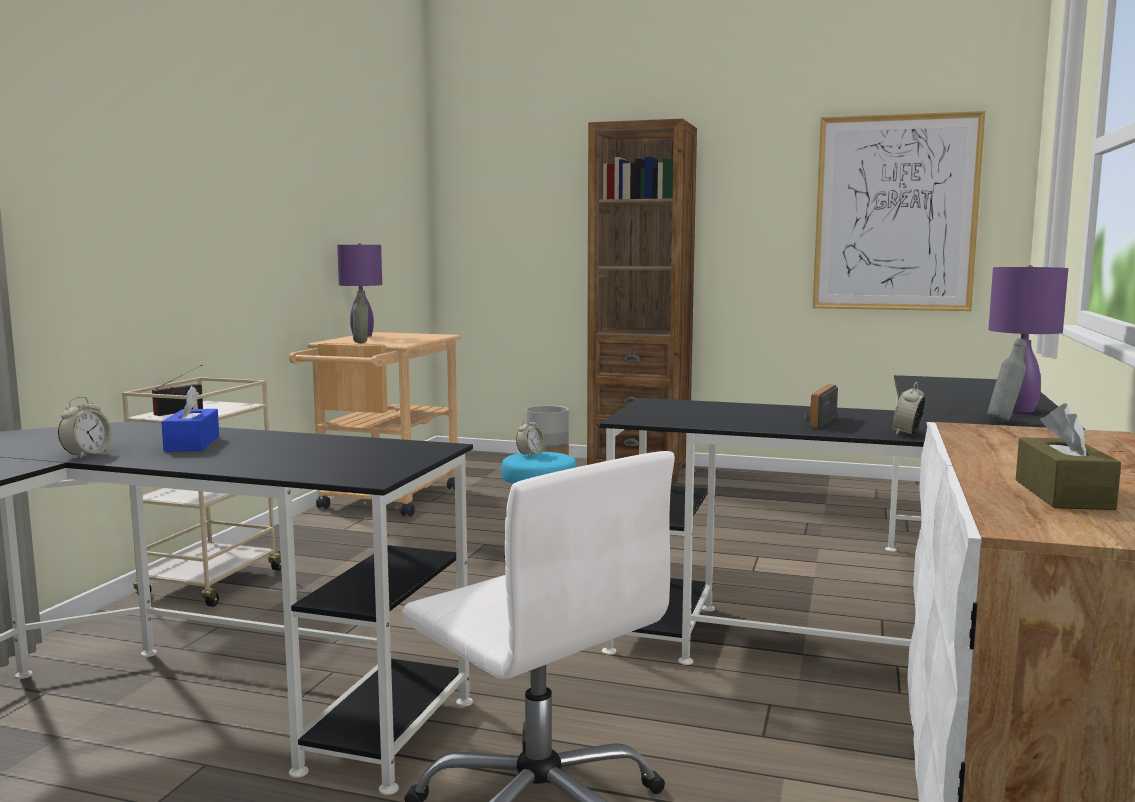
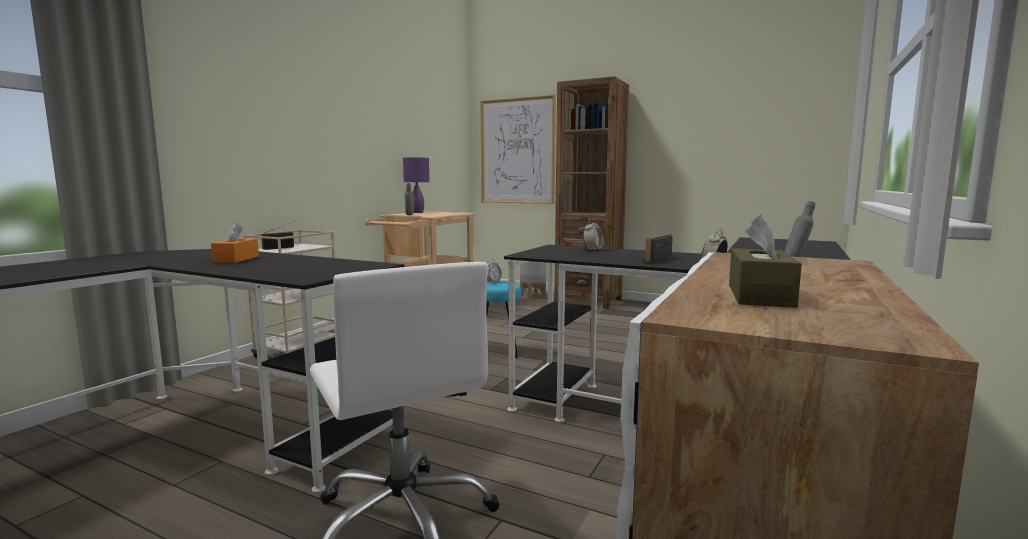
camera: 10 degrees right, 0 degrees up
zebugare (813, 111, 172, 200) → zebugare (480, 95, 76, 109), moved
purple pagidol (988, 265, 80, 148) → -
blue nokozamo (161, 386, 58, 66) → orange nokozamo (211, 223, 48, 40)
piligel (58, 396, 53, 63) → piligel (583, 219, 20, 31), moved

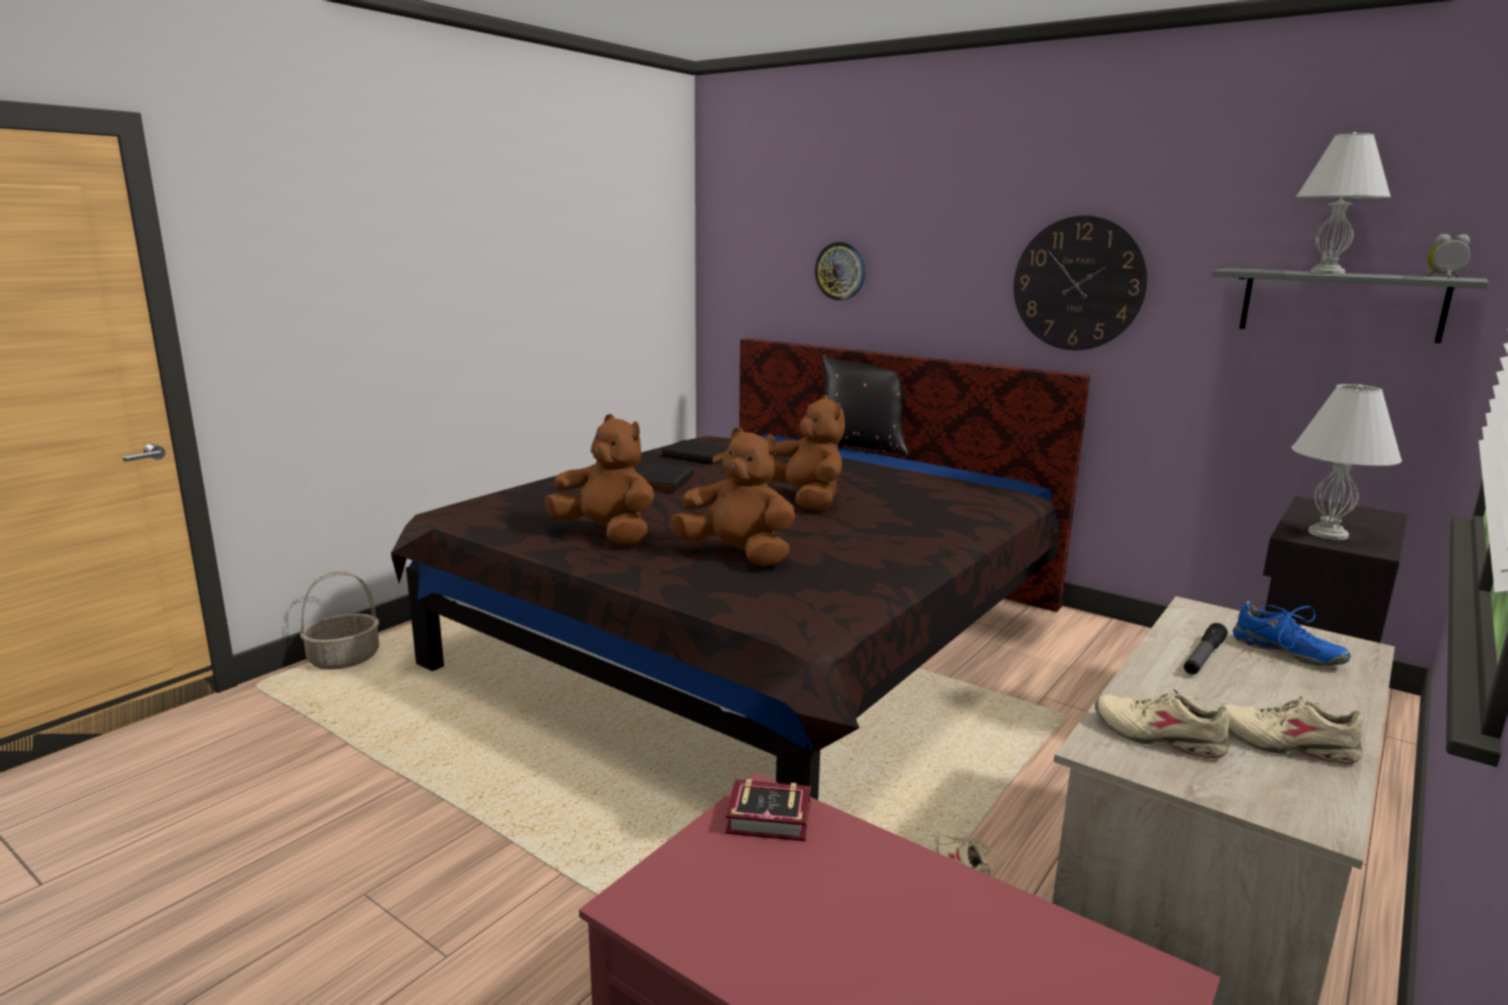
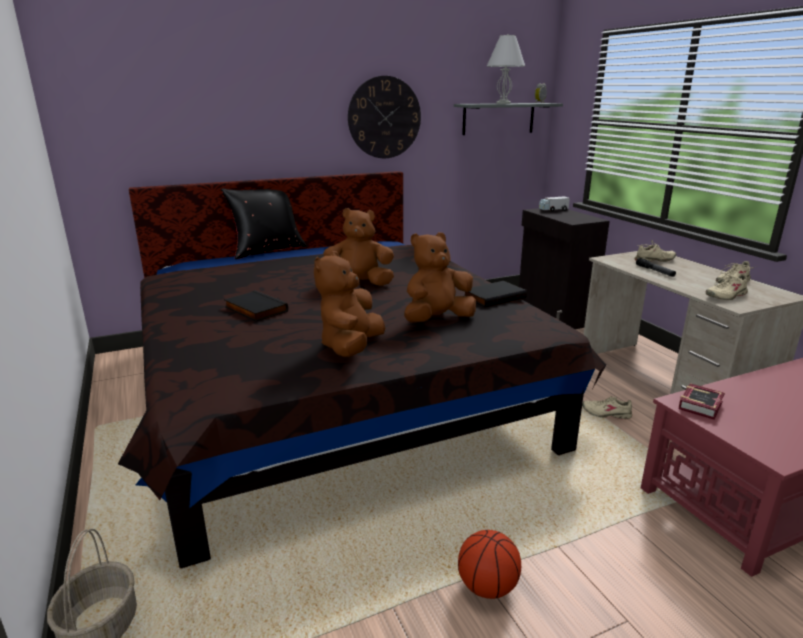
camera: 60 degrees left, 5 degrees up
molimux (815, 242, 51, 58) → -
white pagidol (1292, 384, 110, 156) → -
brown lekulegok (545, 414, 109, 131) → brown lekulegok (314, 251, 71, 106), 45 degrees counterclockwise
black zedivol (662, 440, 66, 25) → black zedivol (464, 281, 63, 26), moved
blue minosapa (1233, 601, 118, 65) → beige minosapa (634, 240, 42, 22)
- → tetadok (539, 196, 31, 16)
- → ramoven (458, 530, 63, 69)

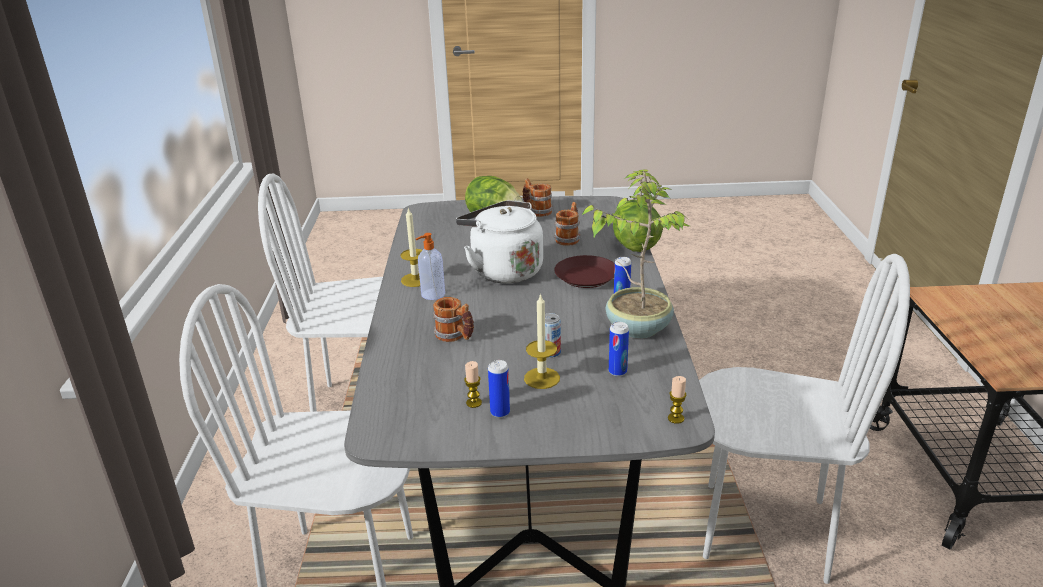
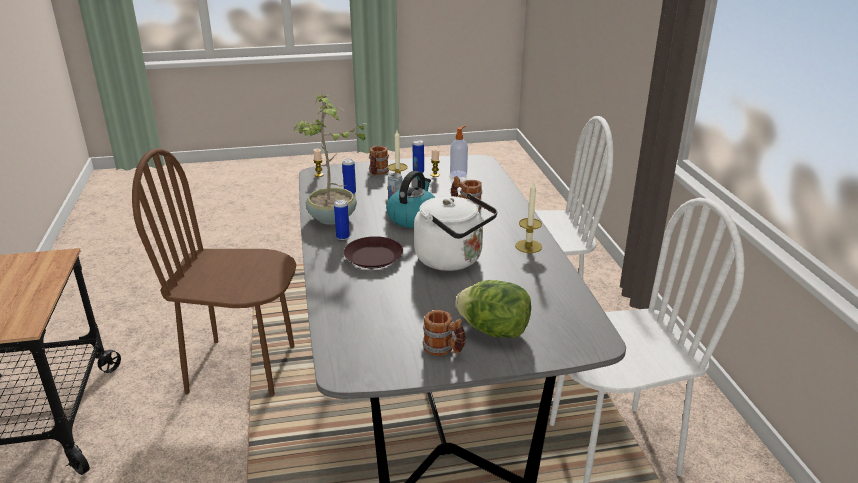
camera: 170 degrees right, 0 degrees up
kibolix (613, 200, 50, 52) → -
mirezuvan (554, 202, 26, 44) → mirezuvan (369, 146, 20, 30), moved
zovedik (416, 233, 29, 67) → zovedik (450, 126, 18, 51), moved
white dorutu (699, 254, 211, 330) → brown dorutu (132, 148, 164, 248)
- → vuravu (386, 171, 49, 57)

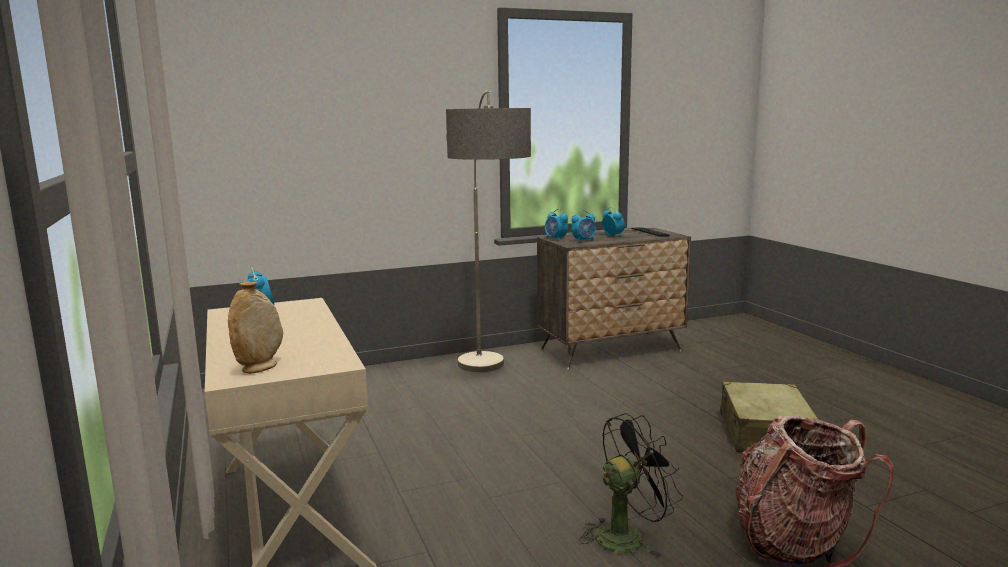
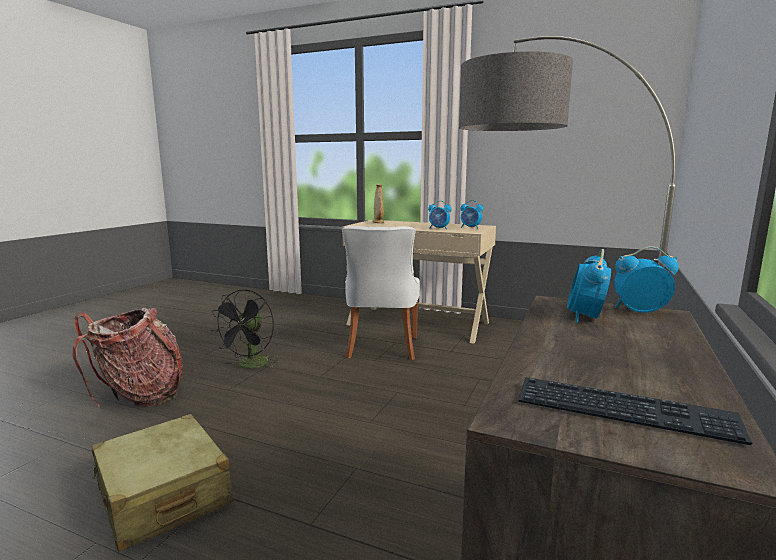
camera: 135 degrees right, 0 degrees up
piligel (602, 207, 23, 30) → piligel (428, 201, 24, 28), moved
- → white dorutu (342, 226, 78, 134)

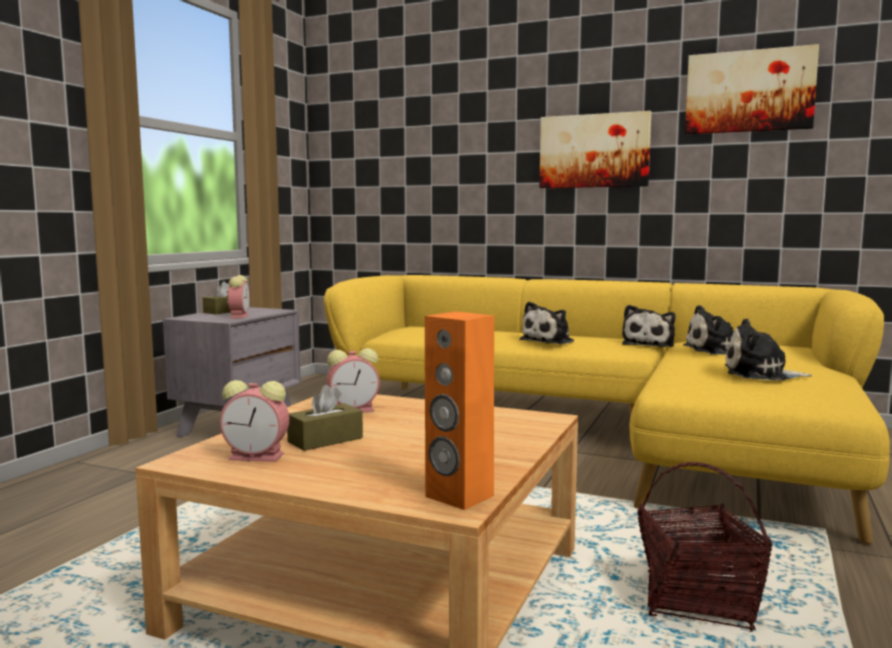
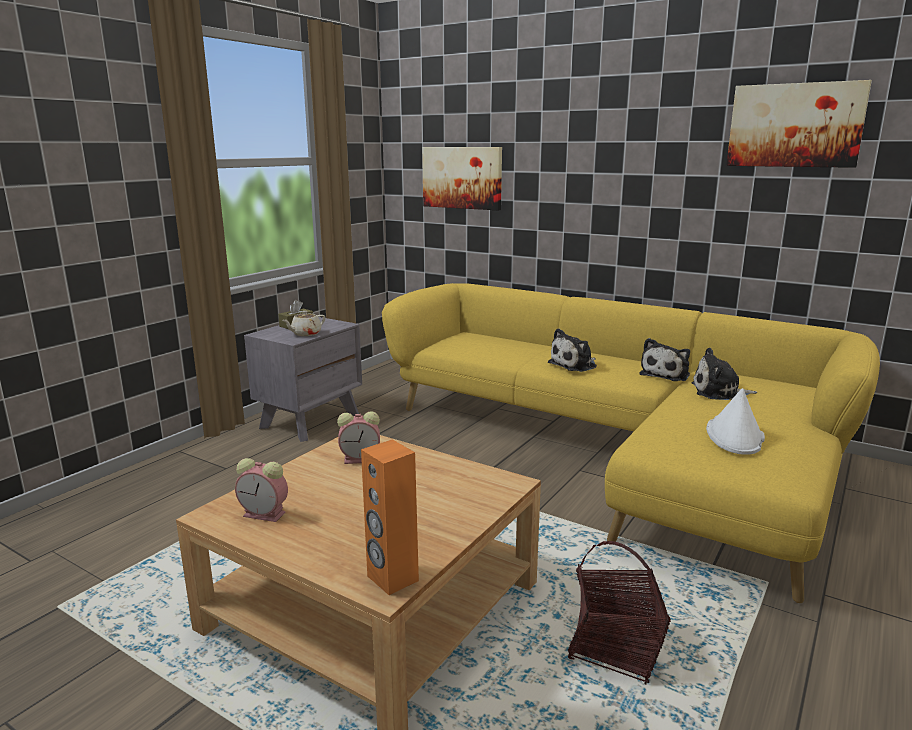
camera: 10 degrees right, 10 degrees up
zebugare (539, 111, 112, 77) → zebugare (422, 147, 80, 63), moved
piligel (227, 275, 22, 43) → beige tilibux (282, 311, 44, 25)
lekulegok (725, 318, 87, 63) → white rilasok (706, 388, 59, 67)
brown nokozamo (287, 385, 76, 66) → -

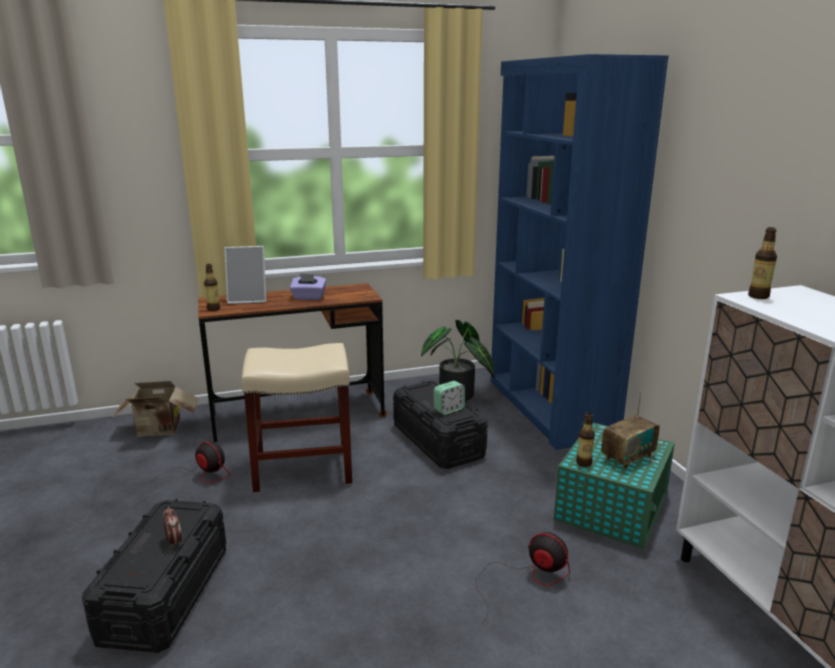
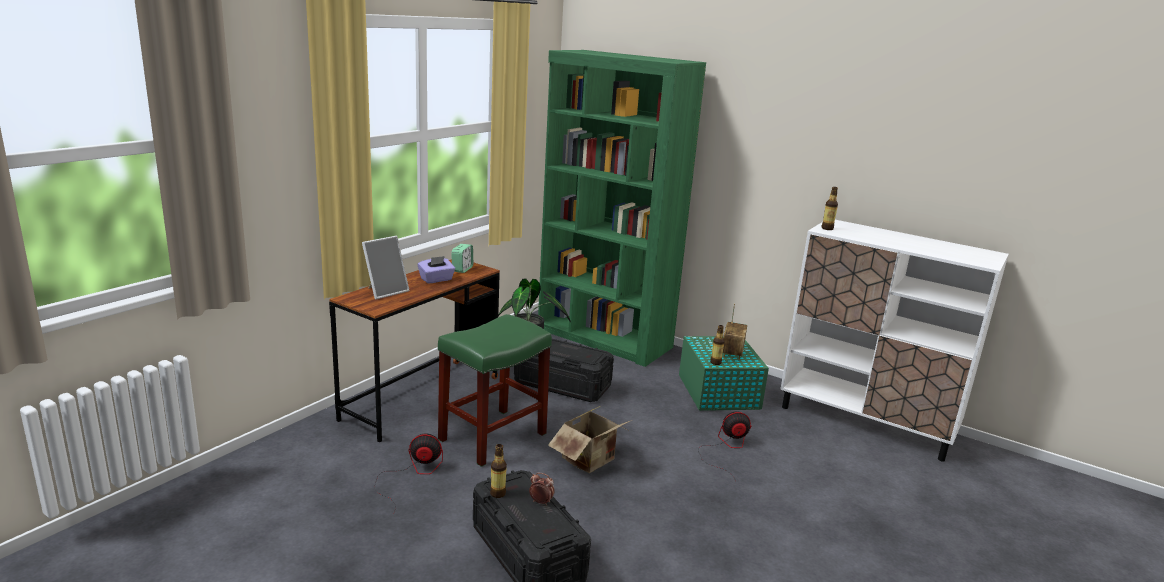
camera: 40 degrees left, 0 degrees up
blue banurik (491, 54, 178, 396) → green banurik (538, 50, 168, 317)
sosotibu (204, 264, 16, 47) → sosotibu (490, 444, 17, 54), moved
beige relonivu (241, 343, 111, 150) → green relonivu (438, 314, 114, 153)
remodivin (112, 381, 87, 56) → remodivin (548, 406, 84, 67), moved
piligel (434, 381, 31, 34) → piligel (451, 244, 22, 29), moved

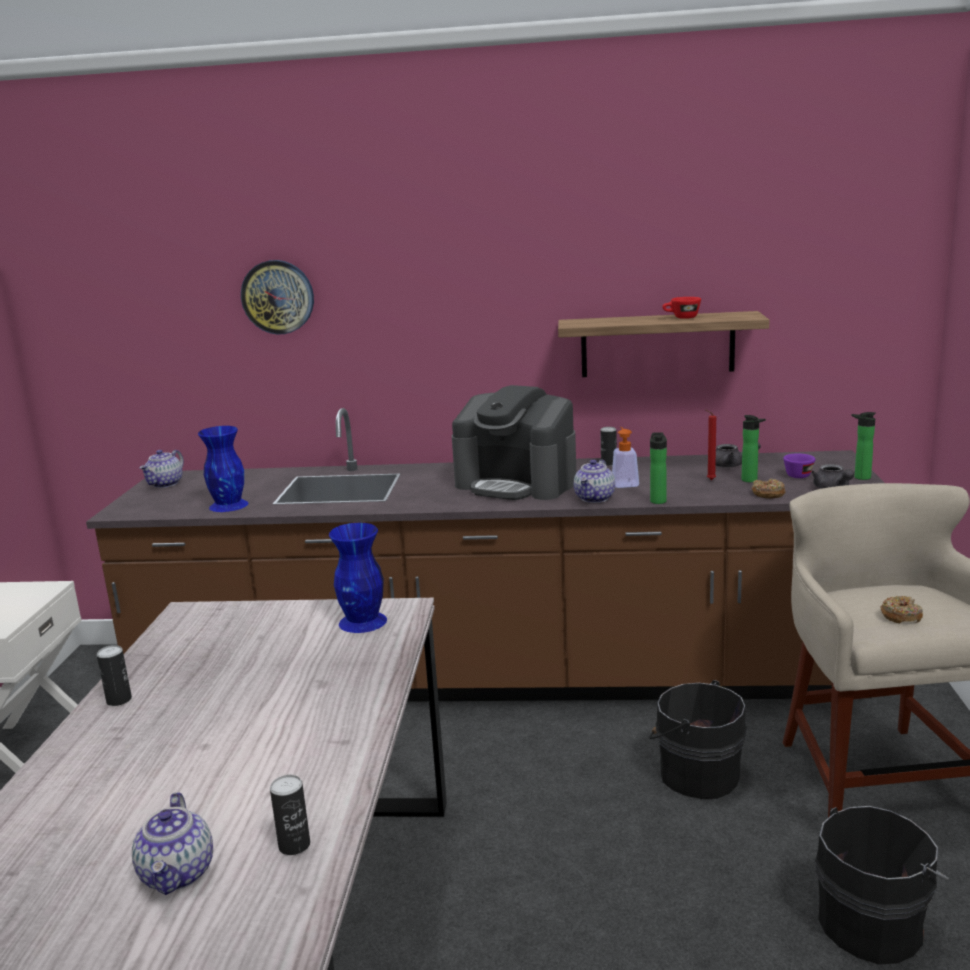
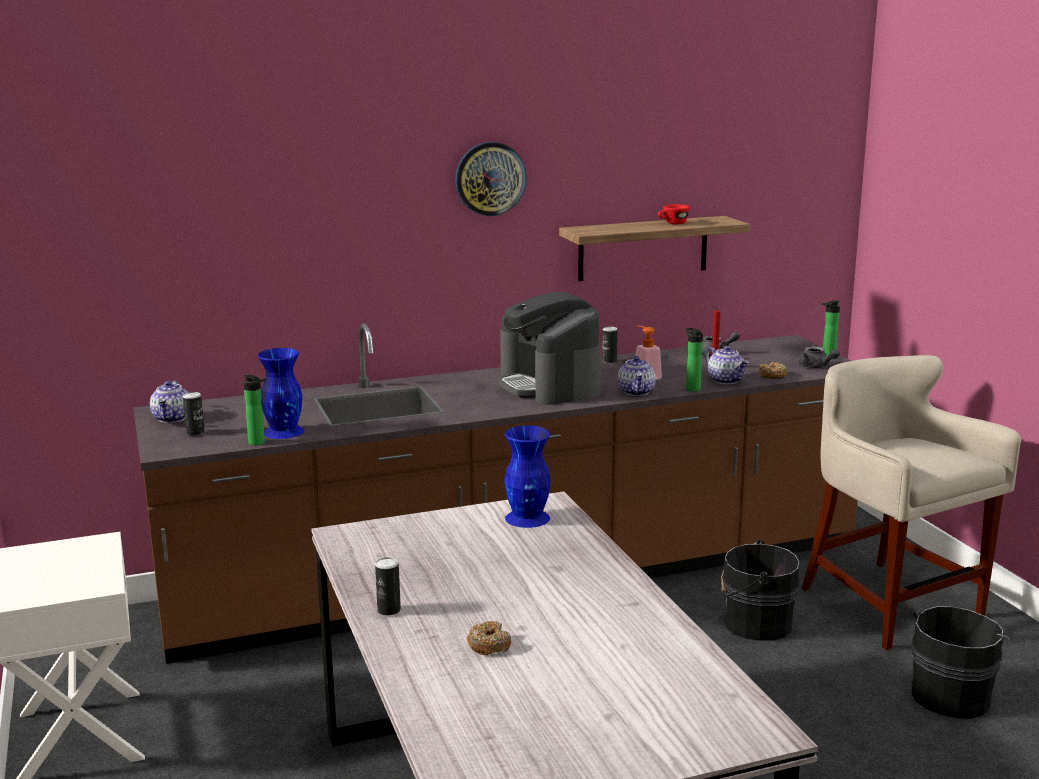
camera: 25 degrees left, 0 degrees up
molimux (241, 260, 73, 75) → molimux (455, 142, 72, 74), moved
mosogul (452, 385, 124, 115) → mosogul (498, 292, 103, 113), 60 degrees clockwise
sosotibu (742, 415, 24, 67) → sosotibu (243, 375, 23, 71), moved
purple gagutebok (783, 453, 33, 25) → -
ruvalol (880, 596, 43, 27) → ruvalol (467, 621, 44, 34), moved
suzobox (270, 775, 40, 80) → suzobox (183, 392, 22, 44), moved
tilibux (132, 792, 81, 103) → tilibux (705, 346, 44, 38), moved

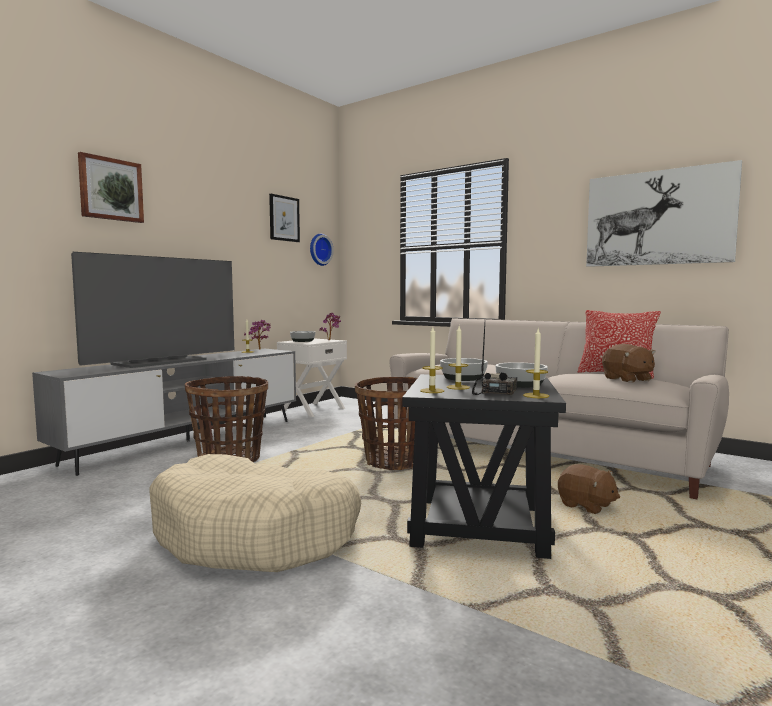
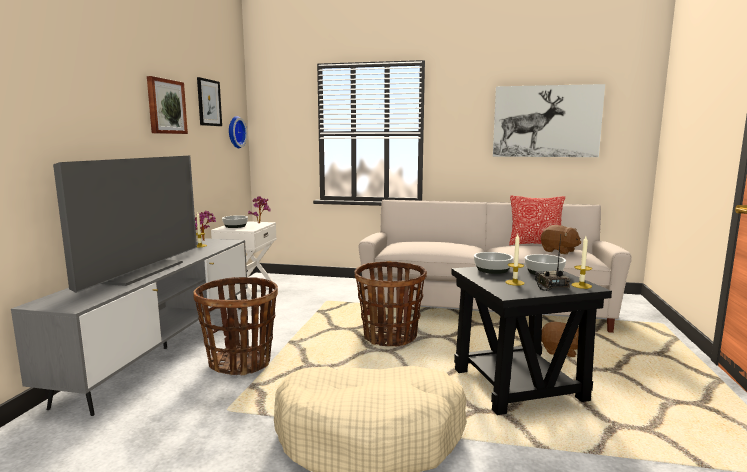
camera: 25 degrees left, 5 degrees up
zebugare (78, 152, 66, 71) → zebugare (147, 76, 41, 58), moved
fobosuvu (420, 327, 24, 66) → -

